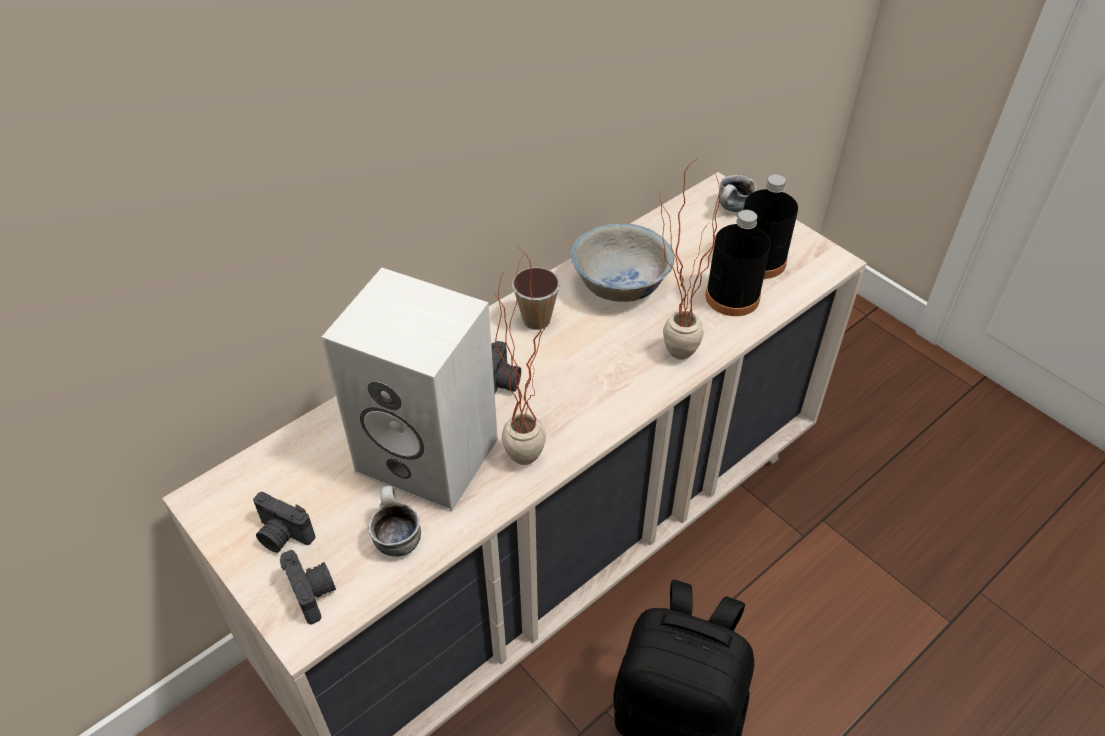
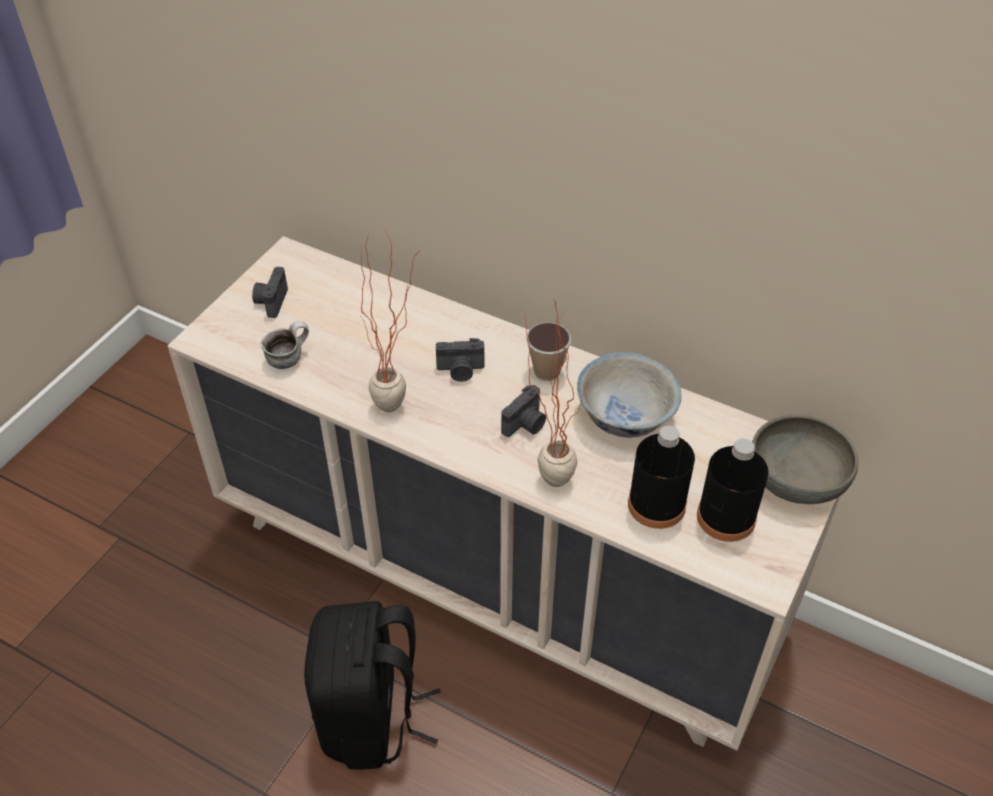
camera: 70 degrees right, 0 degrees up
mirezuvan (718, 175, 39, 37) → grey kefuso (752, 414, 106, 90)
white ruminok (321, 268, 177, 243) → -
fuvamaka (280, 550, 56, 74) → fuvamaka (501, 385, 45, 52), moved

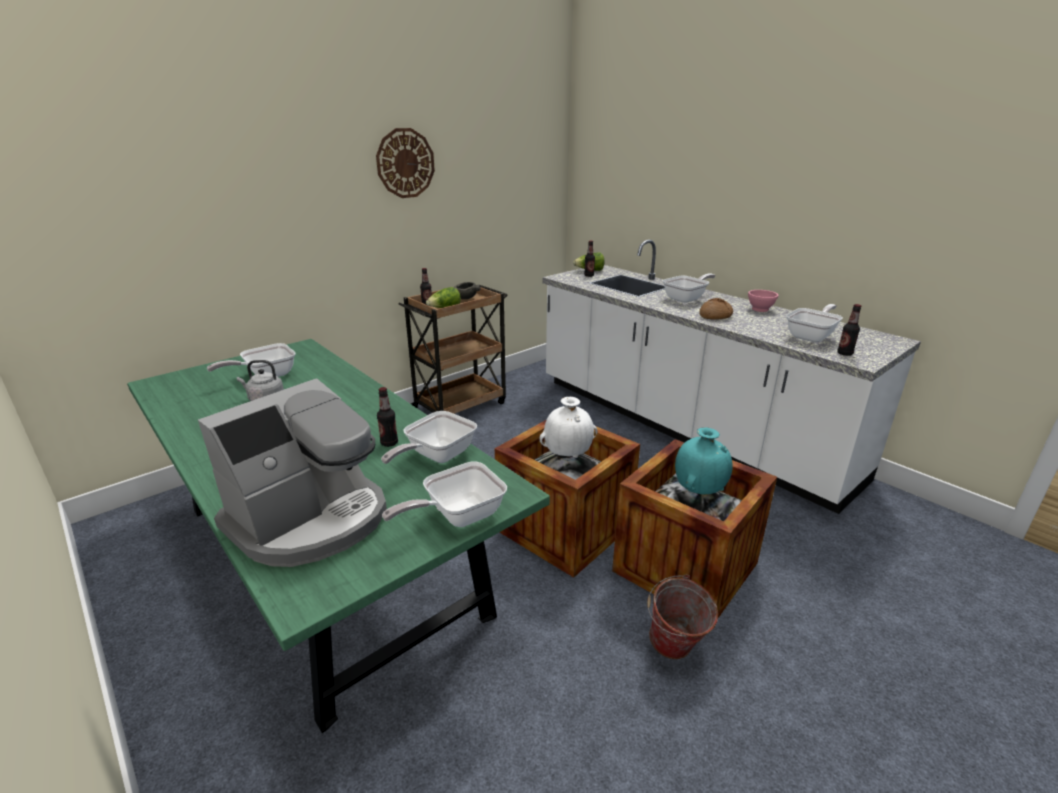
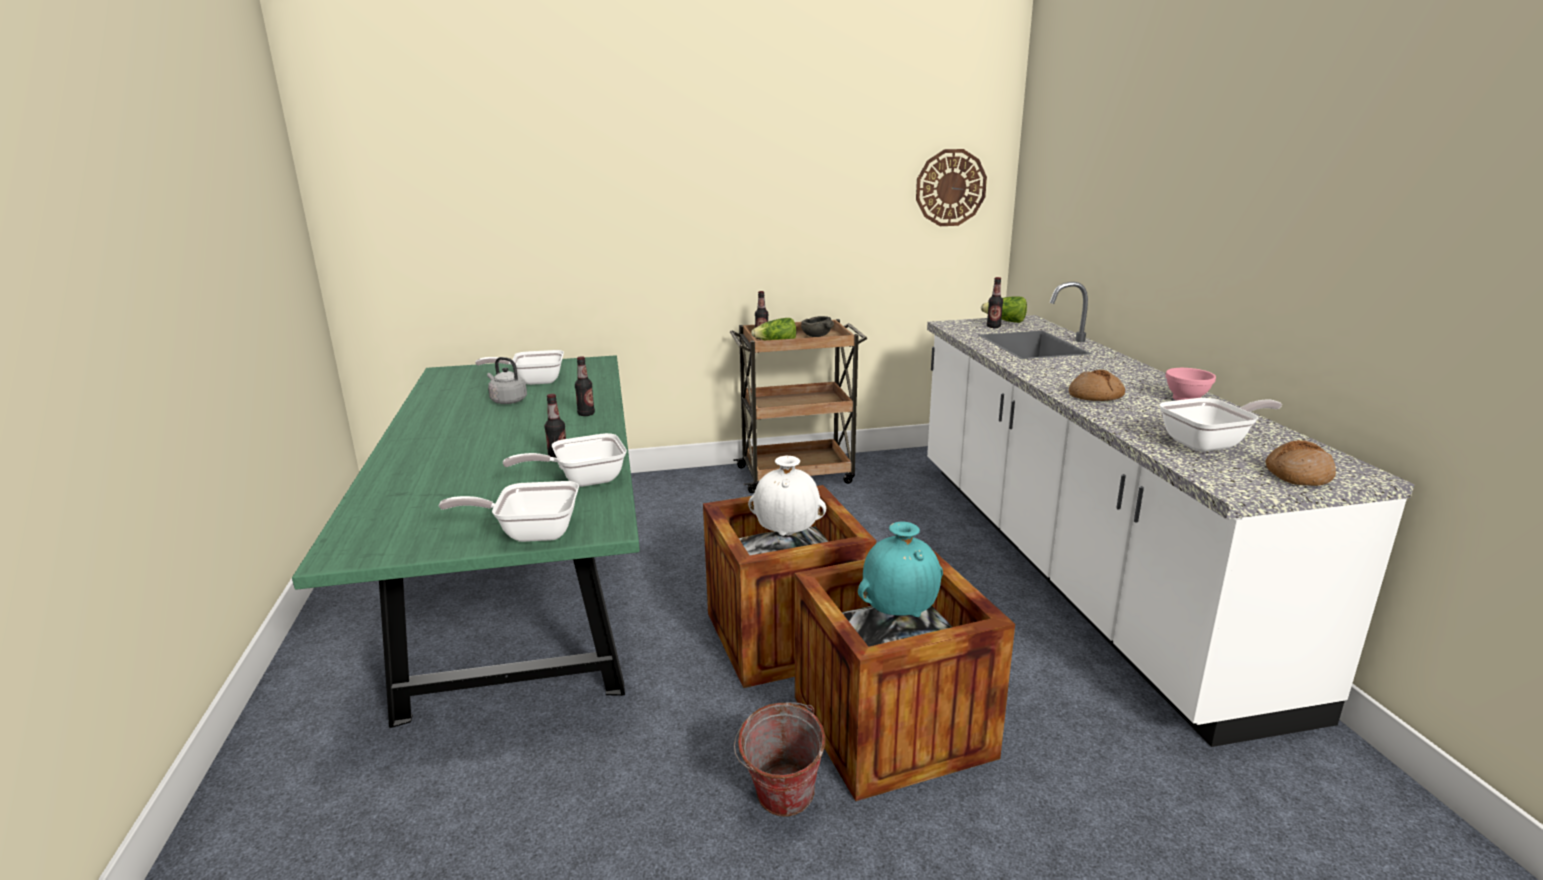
camera: 30 degrees right, 5 degrees down
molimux (376, 128, 59, 70) → molimux (916, 149, 71, 77), moved
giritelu (663, 273, 52, 30) → -
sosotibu (837, 304, 24, 52) → sosotibu (575, 356, 20, 60), moved
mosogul (198, 378, 189, 189) → -
- → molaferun (1265, 440, 71, 46)

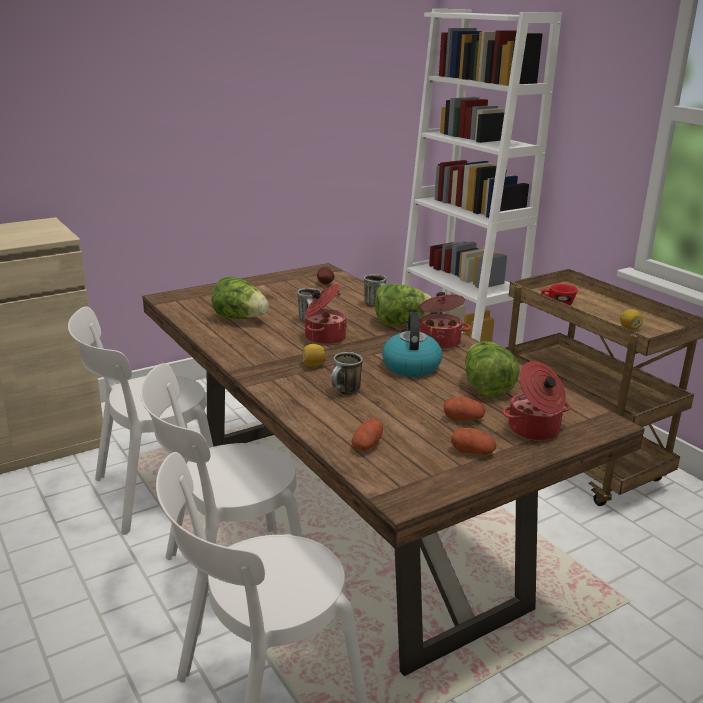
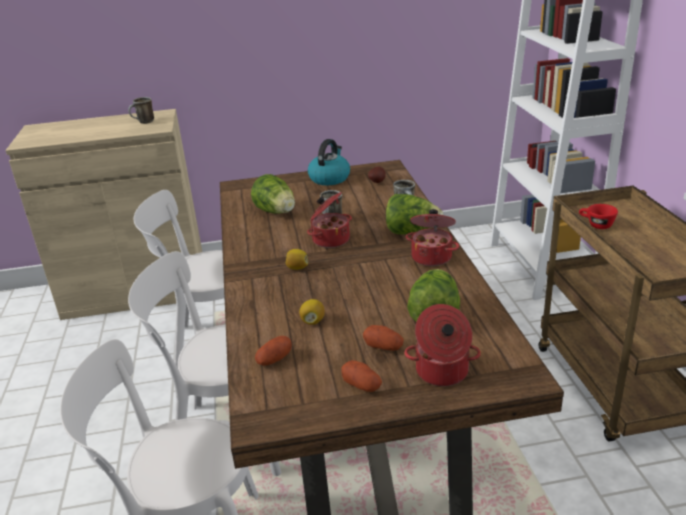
camera: 25 degrees right, 5 degrees up
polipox (620, 309, 23, 21) → polipox (299, 299, 26, 26), moved
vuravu (382, 312, 60, 65) → vuravu (308, 139, 42, 46), moved
mirezuvan (331, 352, 32, 43) → mirezuvan (128, 97, 26, 27), moved

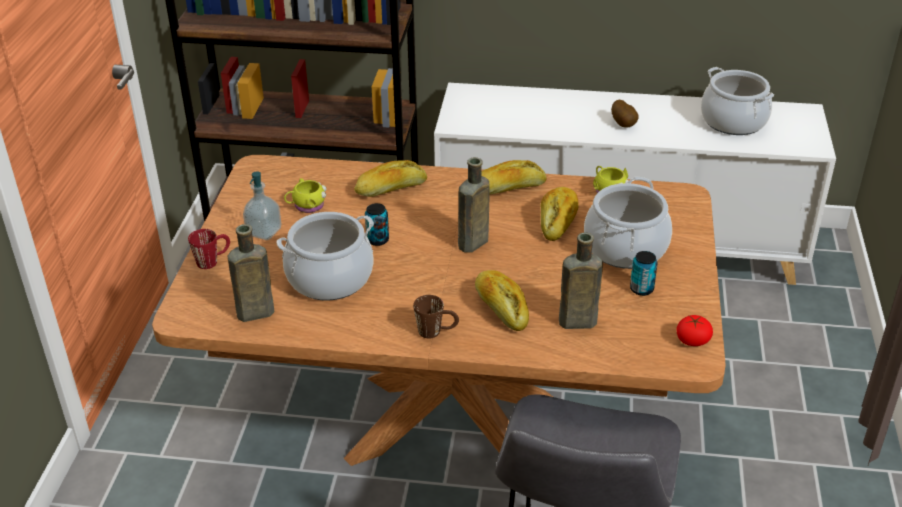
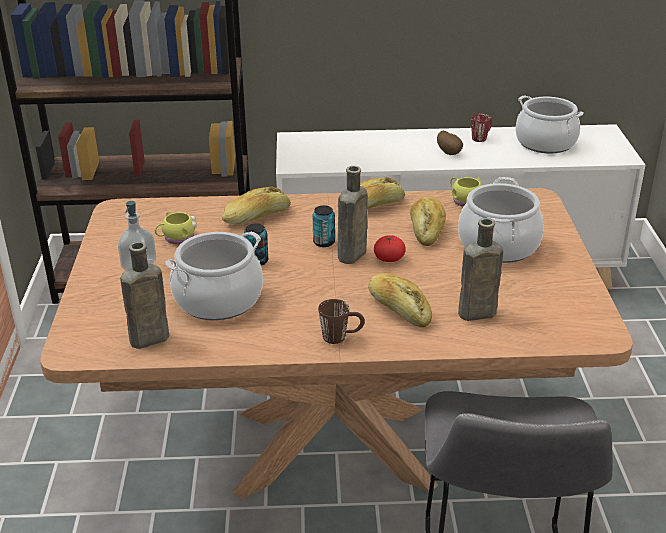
camera: 10 degrees left, 5 degrees down
red mirezuvan (188, 229, 42, 40) → red mirezuvan (471, 114, 21, 28), moved
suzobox (630, 251, 28, 45) → suzobox (313, 205, 22, 42), moved
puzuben (677, 315, 36, 31) → puzuben (374, 235, 32, 27), moved

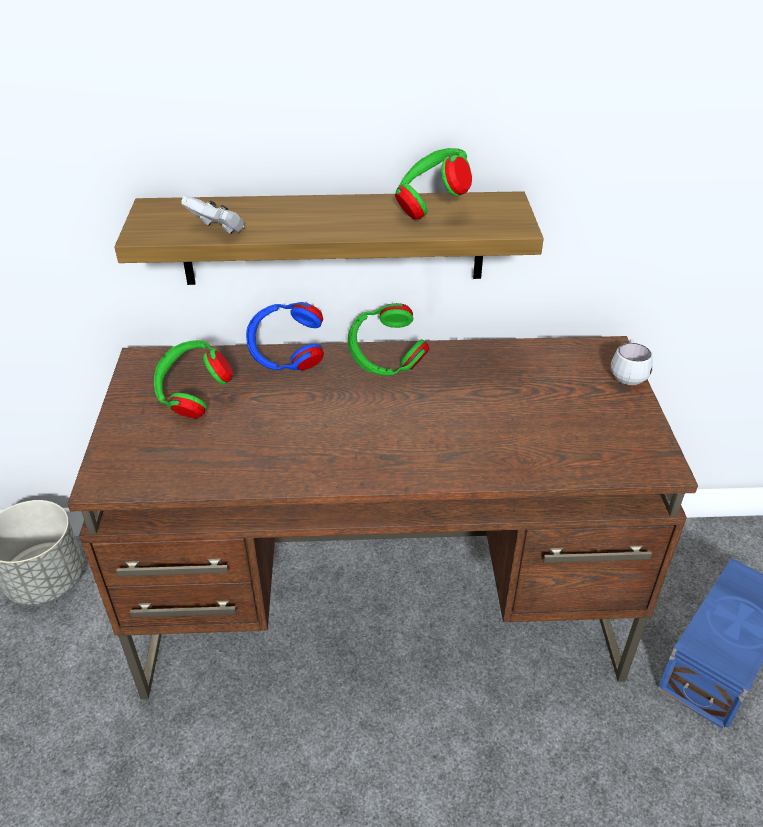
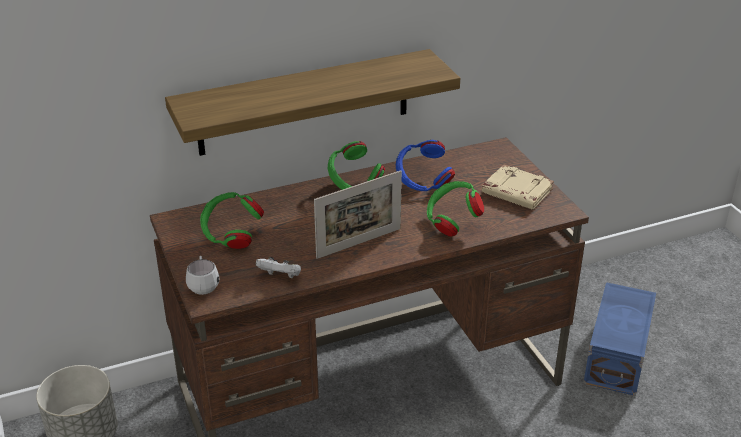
camera: 20 degrees left, 5 degrees down
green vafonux (395, 148, 77, 72) → green vafonux (427, 181, 57, 56), moved
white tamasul (181, 195, 63, 39) → white tamasul (256, 257, 45, 21), moved
blue vafonux (246, 302, 78, 68) → blue vafonux (396, 140, 59, 51), moved
white mirezuvan (611, 339, 42, 46) → white mirezuvan (186, 256, 33, 39), moved
- → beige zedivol (482, 165, 72, 45)
- → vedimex (314, 170, 88, 89)

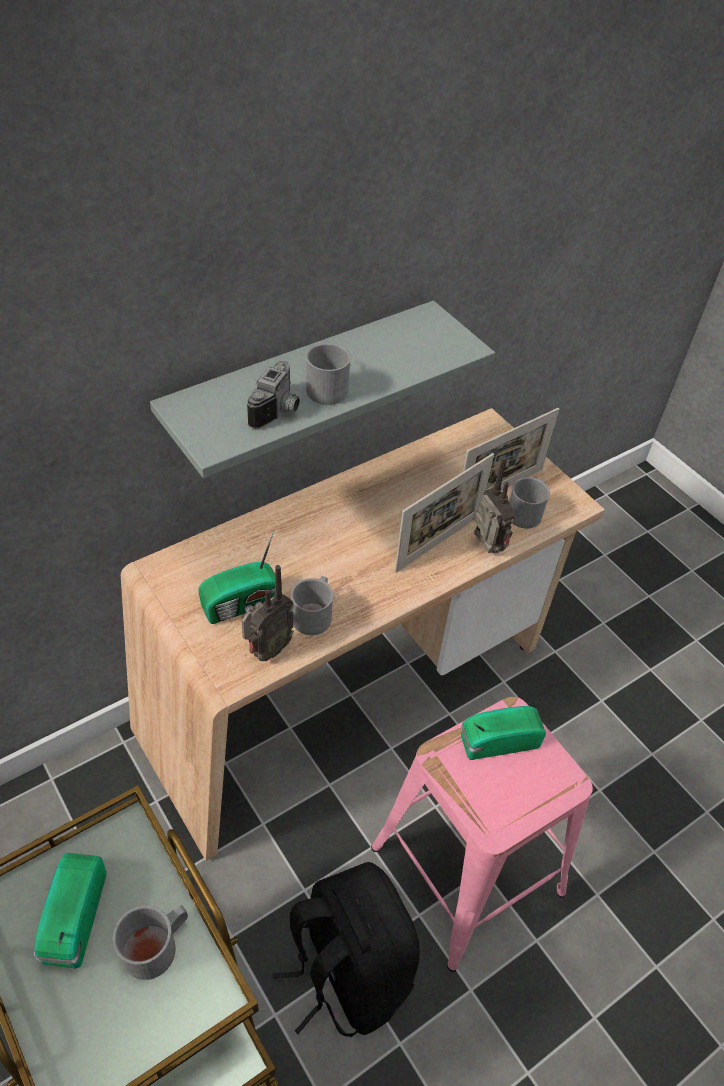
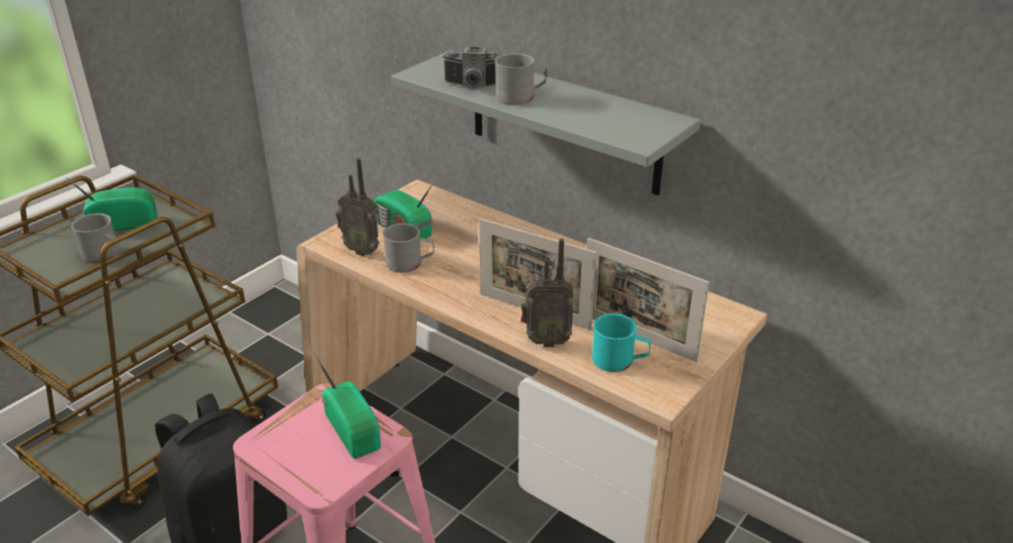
camera: 75 degrees right, 15 degrees down
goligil (473, 457, 42, 96) → goligil (521, 239, 53, 108), 45 degrees clockwise
grey mirezuvan (509, 477, 41, 52) → turquoise mirezuvan (592, 313, 59, 59)

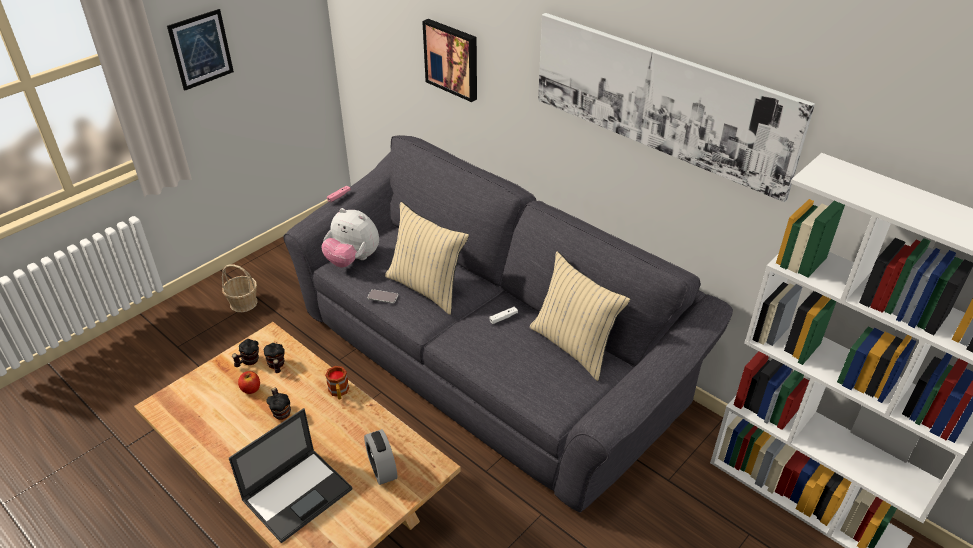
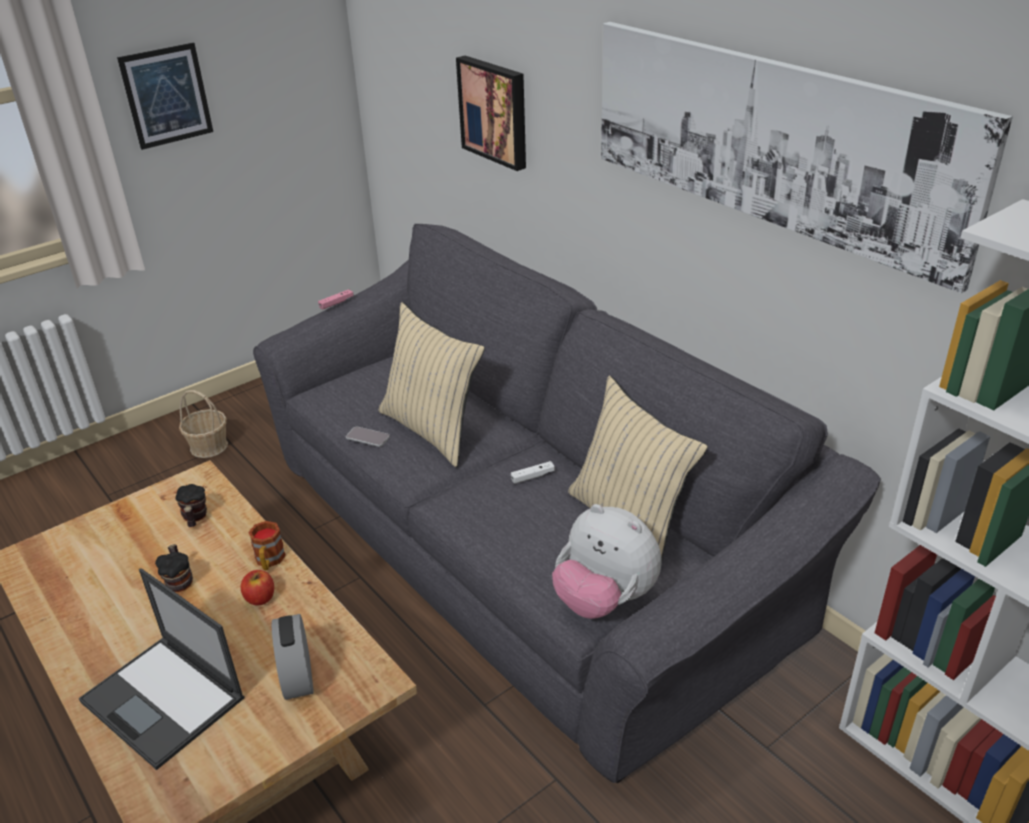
camera: 10 degrees right, 5 degrees down
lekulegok (322, 208, 57, 59) → lekulegok (552, 504, 110, 115), moved
mirezuvan (232, 339, 27, 28) → -
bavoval (238, 371, 22, 23) → bavoval (241, 570, 33, 36), moved
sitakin (229, 408, 123, 135) → sitakin (79, 568, 166, 202), 75 degrees clockwise

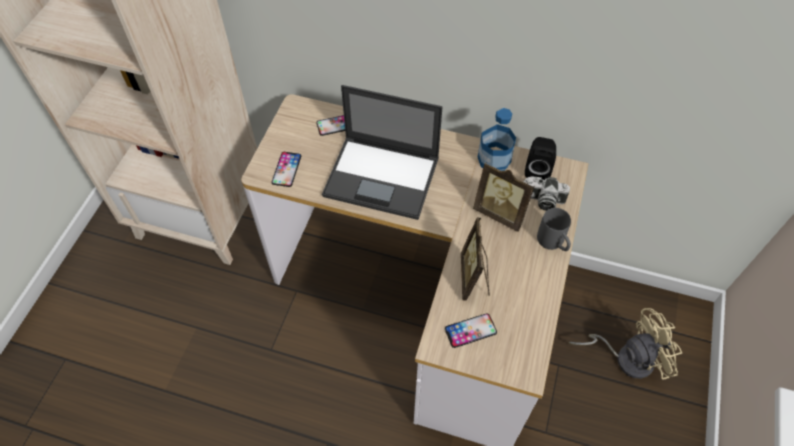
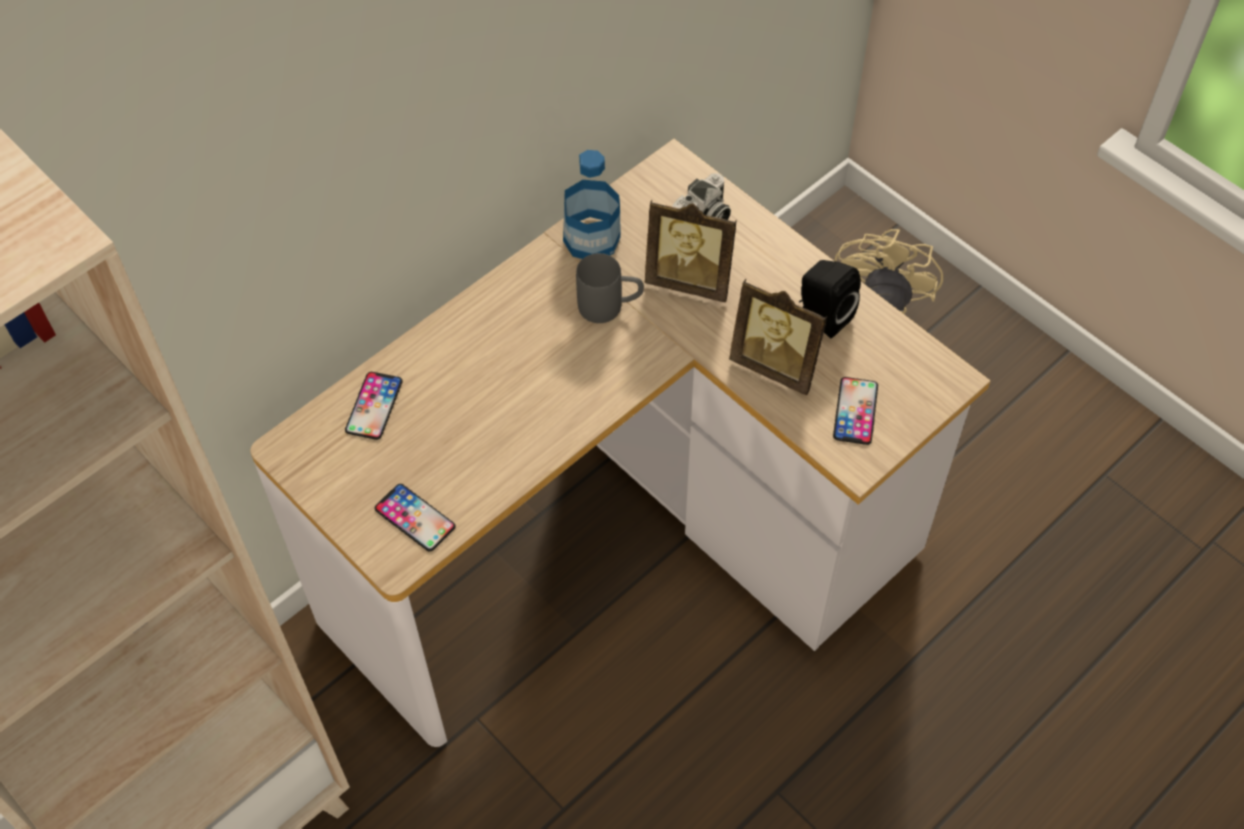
camera: 60 degrees left, 0 degrees up
sitakin (322, 85, 121, 135) → -
black ruminok (525, 137, 31, 43) → black ruminok (799, 260, 62, 78), moved
vedimex (473, 162, 62, 70) → vedimex (644, 200, 93, 102), 45 degrees clockwise
grey mirezuvan (537, 208, 34, 43) → grey mirezuvan (576, 253, 68, 70), moved

